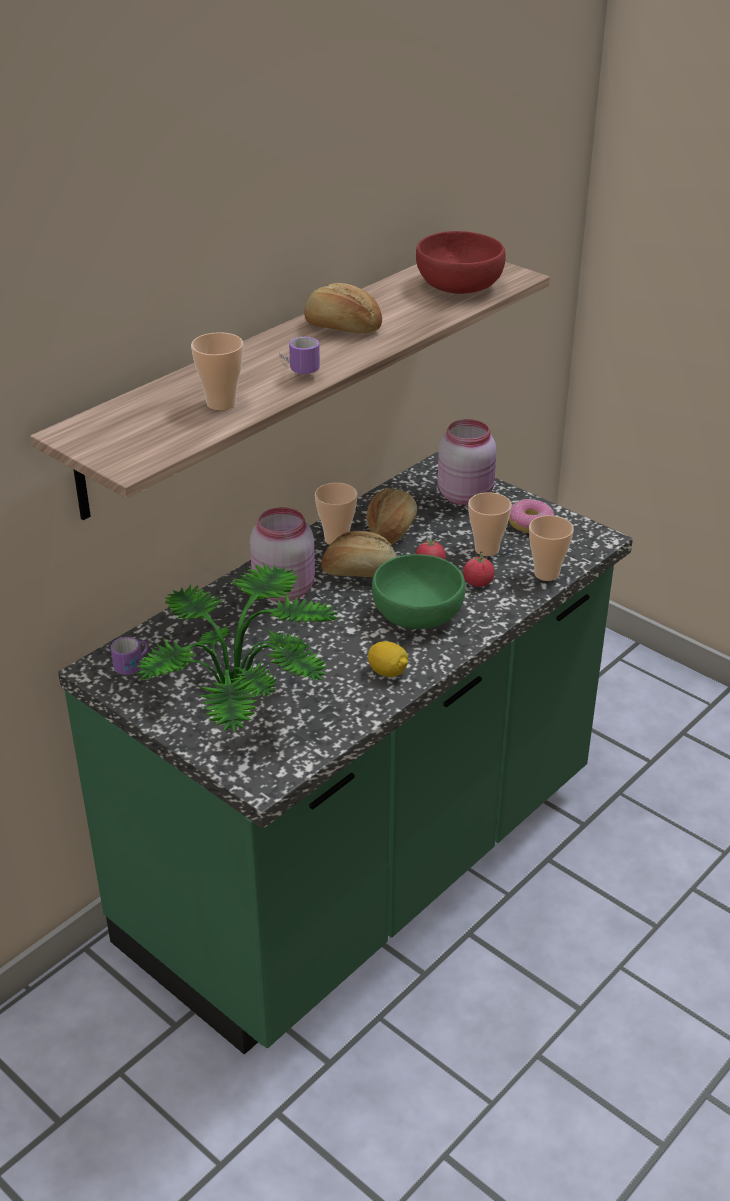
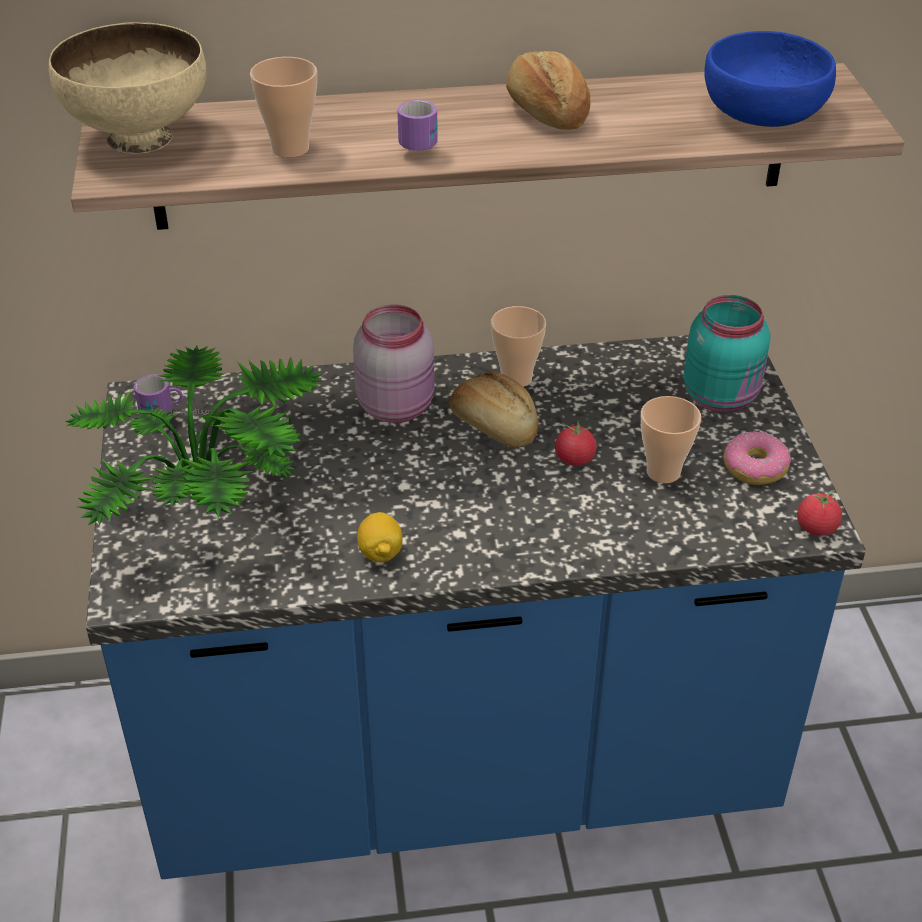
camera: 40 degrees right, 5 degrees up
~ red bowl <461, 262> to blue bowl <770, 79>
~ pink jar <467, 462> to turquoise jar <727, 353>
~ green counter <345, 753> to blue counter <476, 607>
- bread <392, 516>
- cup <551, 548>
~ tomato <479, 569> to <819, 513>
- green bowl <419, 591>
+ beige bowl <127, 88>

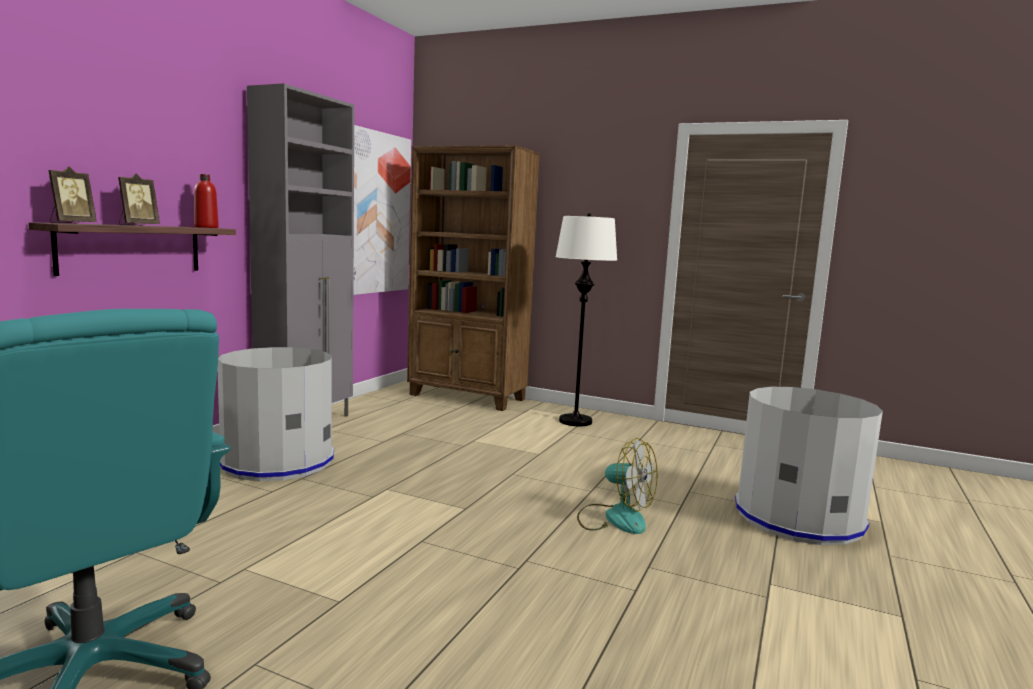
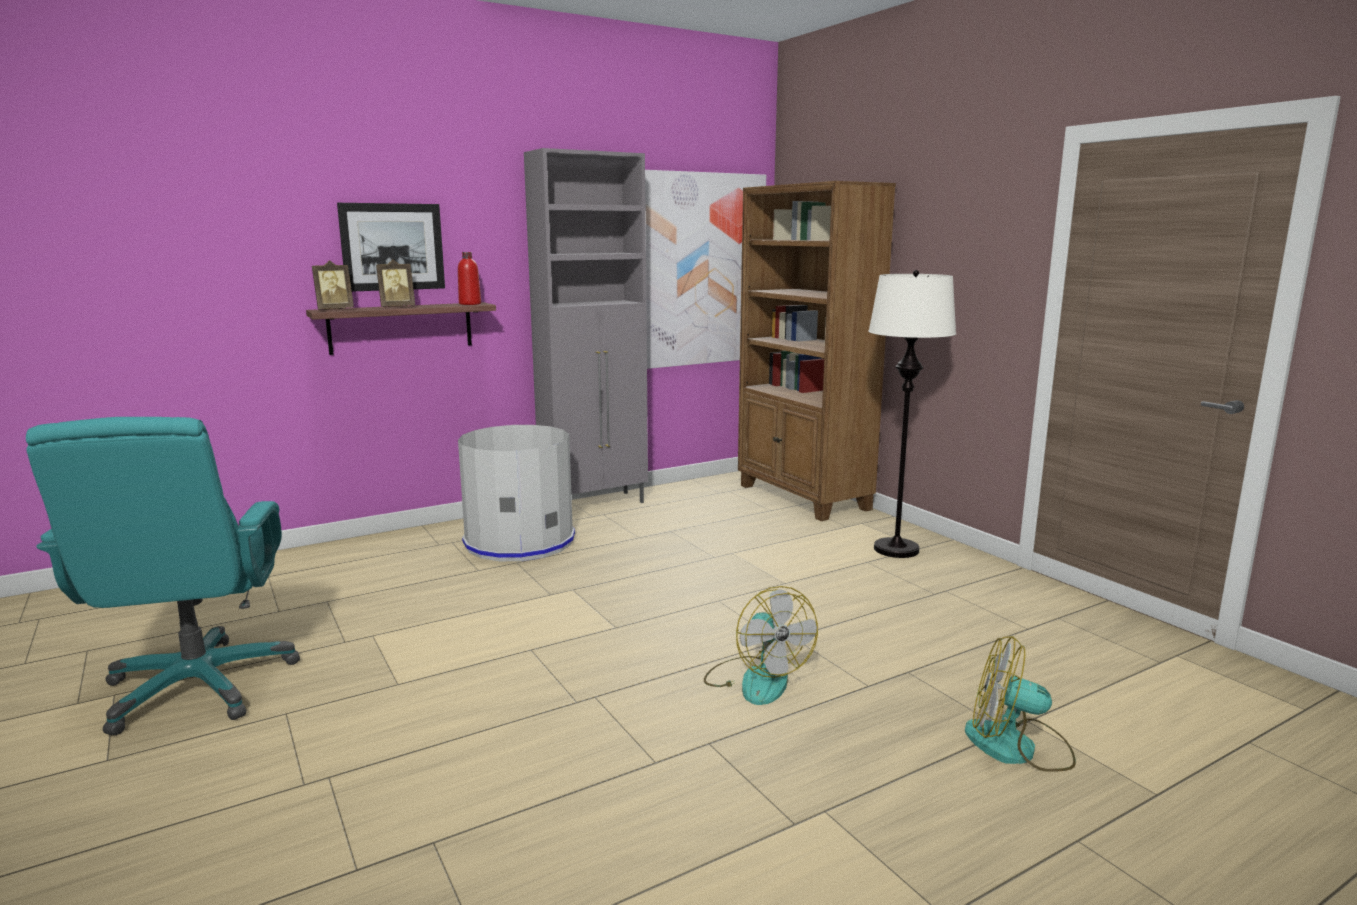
camera: 35 degrees right, 5 degrees up
~ grey trash can <809, 466> to fan <1020, 704>
+ picture <391, 247>

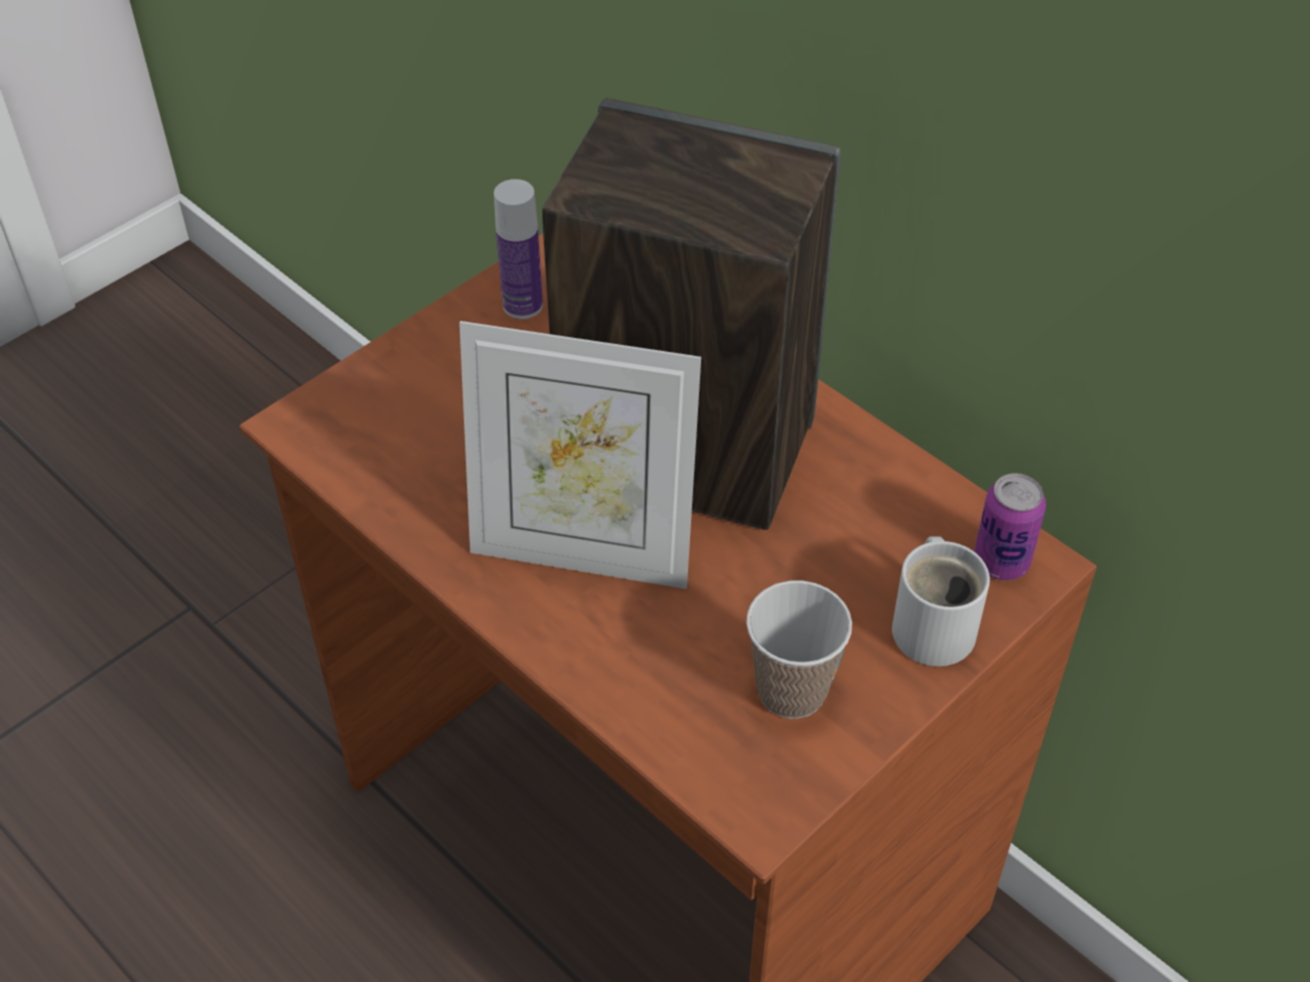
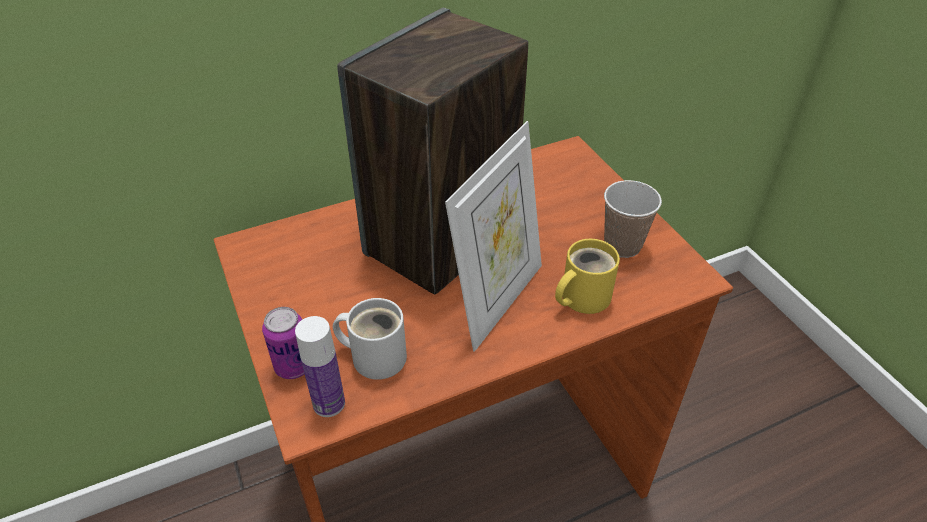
camera: 70 degrees left, 5 degrees down
~ bottle <518, 249> to <320, 366>
~ can <1010, 526> to <283, 343>
~ white mug <941, 601> to <370, 339>
+ yellow mug <587, 276>

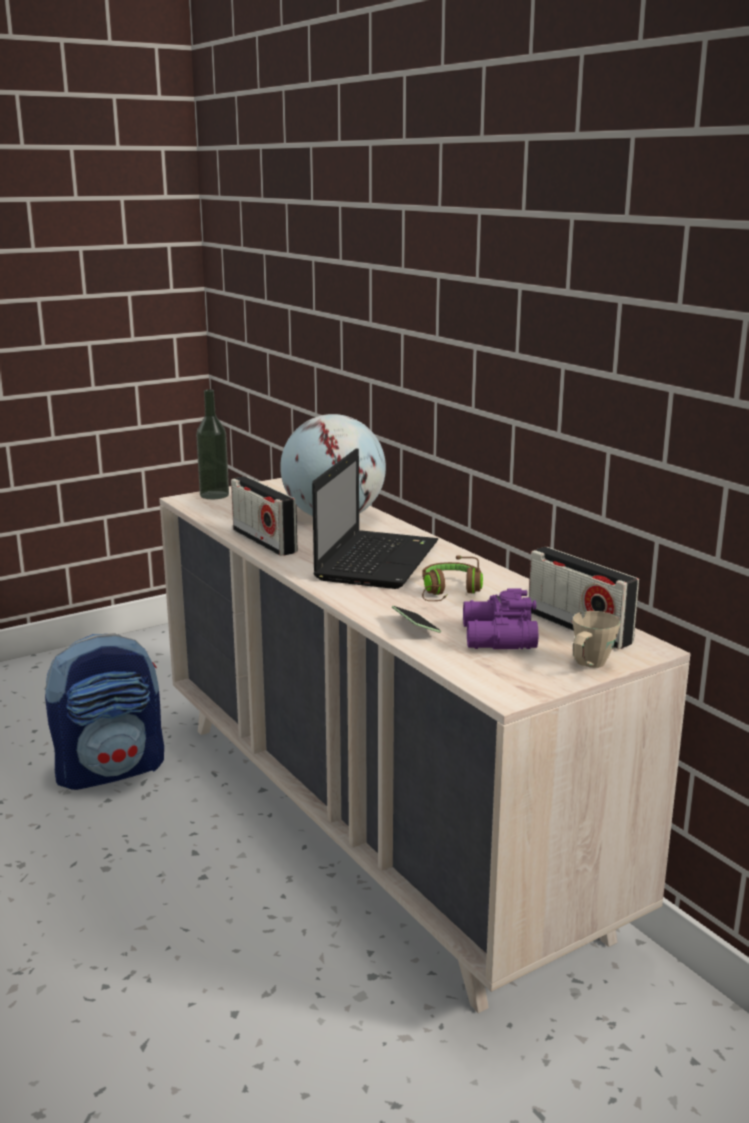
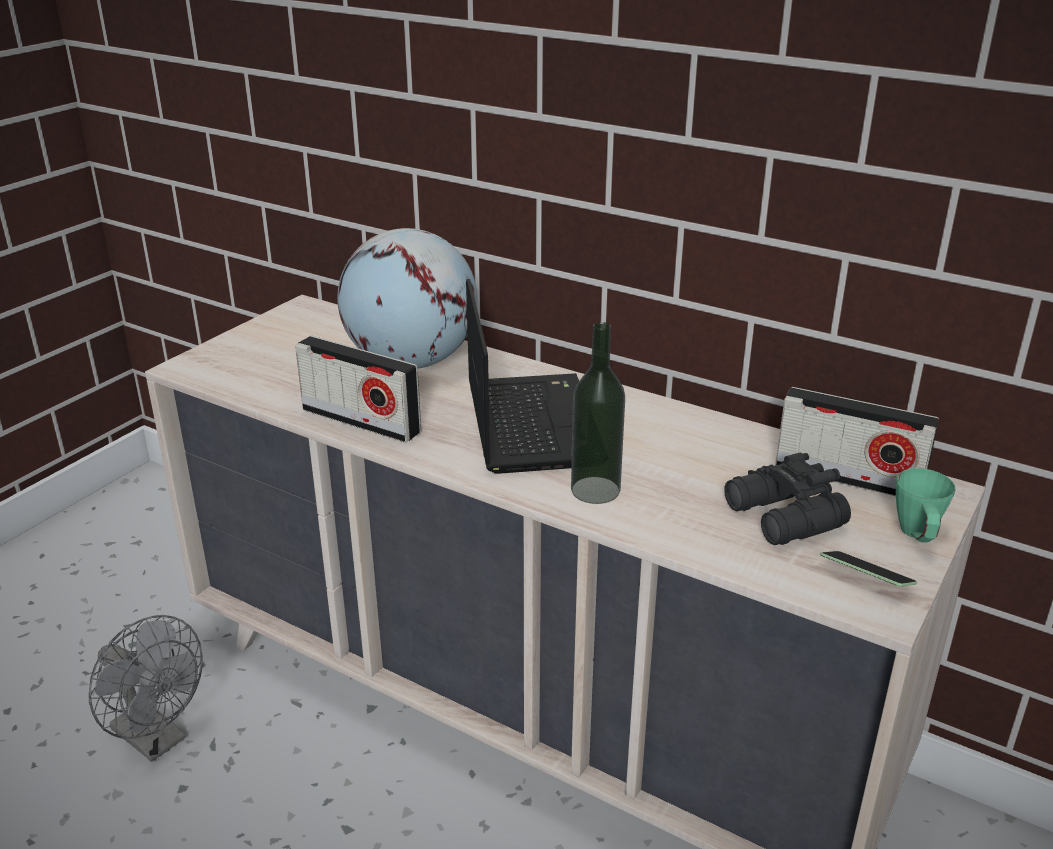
camera: 25 degrees left, 10 degrees up
~ bottle <212, 444> to <598, 413>
- brown headphones <452, 578>
~ purple binoculars <500, 618> to black binoculars <787, 498>
~ phone <416, 619> to <868, 569>
~ beige mug <596, 639> to green mug <925, 505>
~ backpack <104, 711> to grey fan <146, 688>

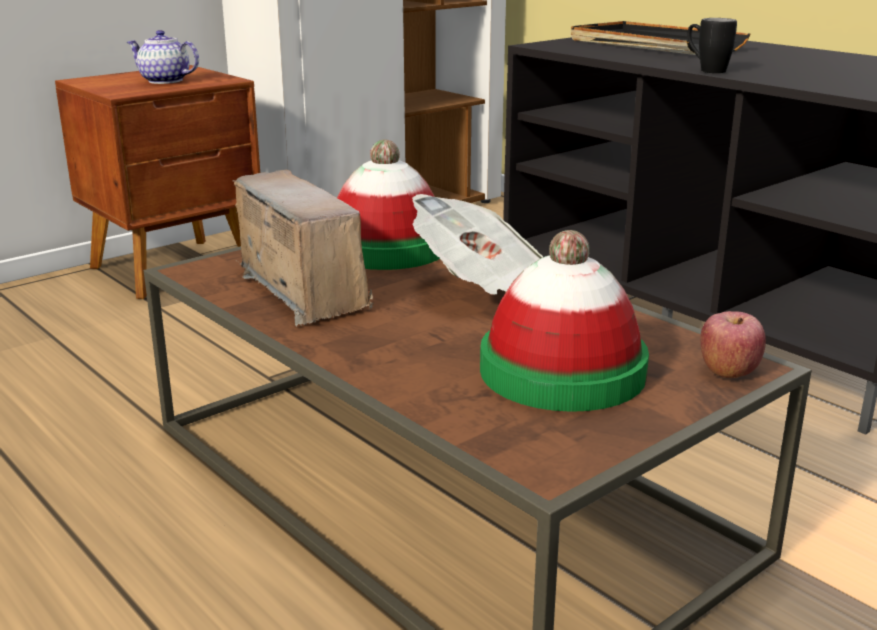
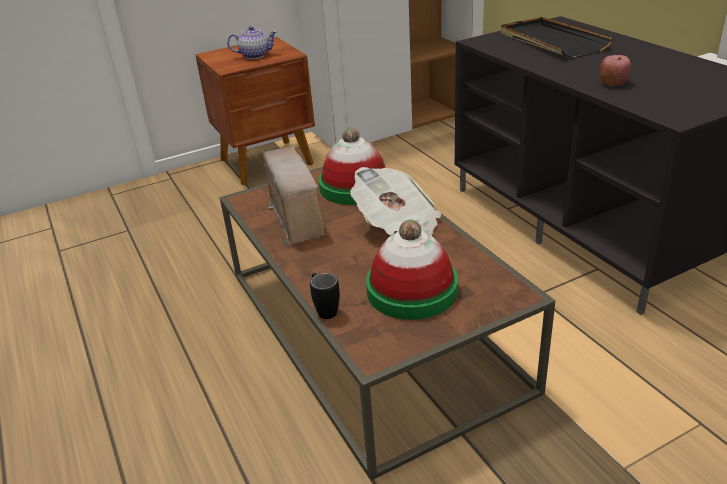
camera: 15 degrees right, 10 degrees up
~ black mug <712, 45> to <325, 296>
~ teapot <163, 57> = <252, 42> 135 degrees clockwise
~ apple <733, 344> to <615, 70>

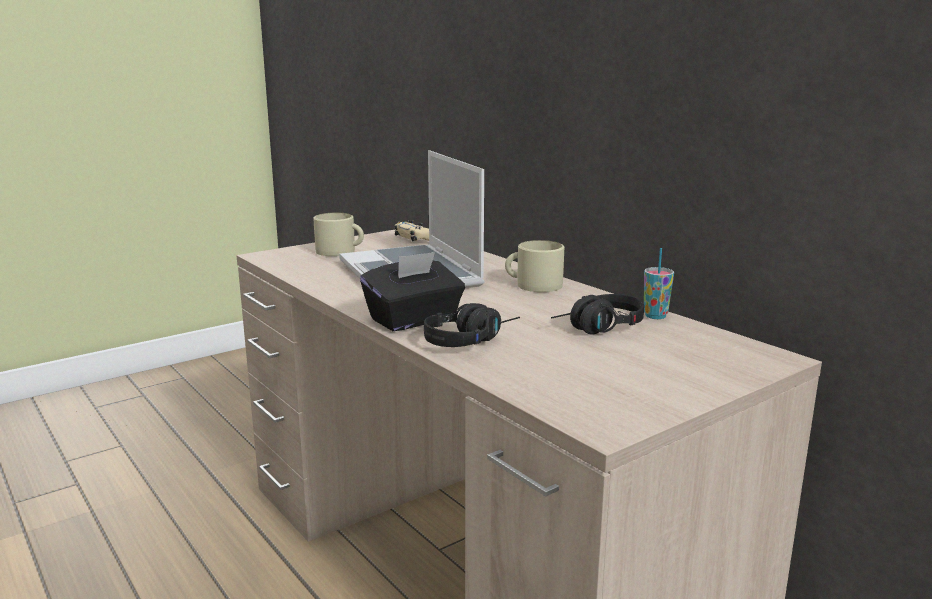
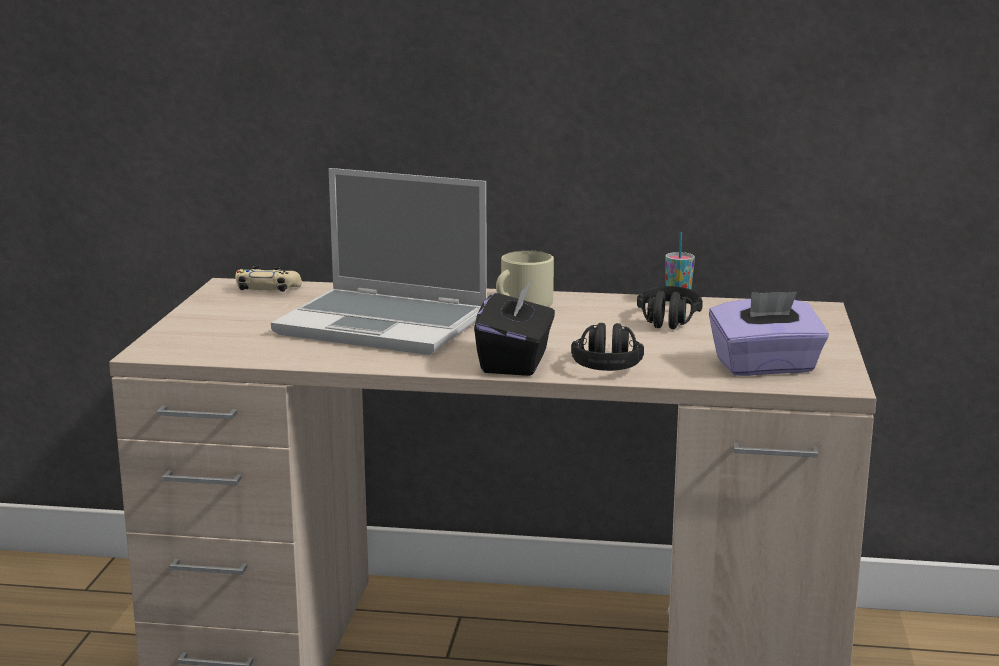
camera: 45 degrees left, 0 degrees up
- beige mug <338, 234>
+ purple tissue box <769, 334>

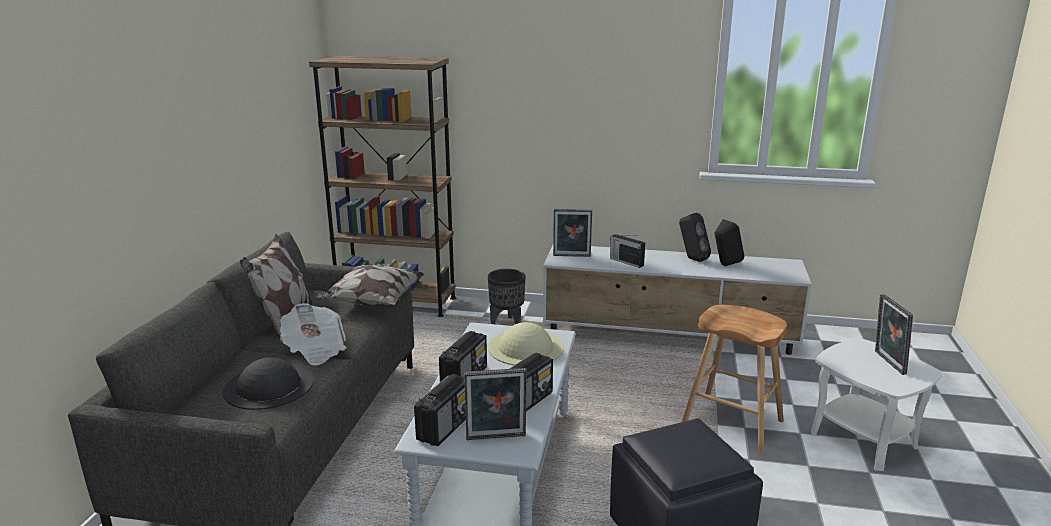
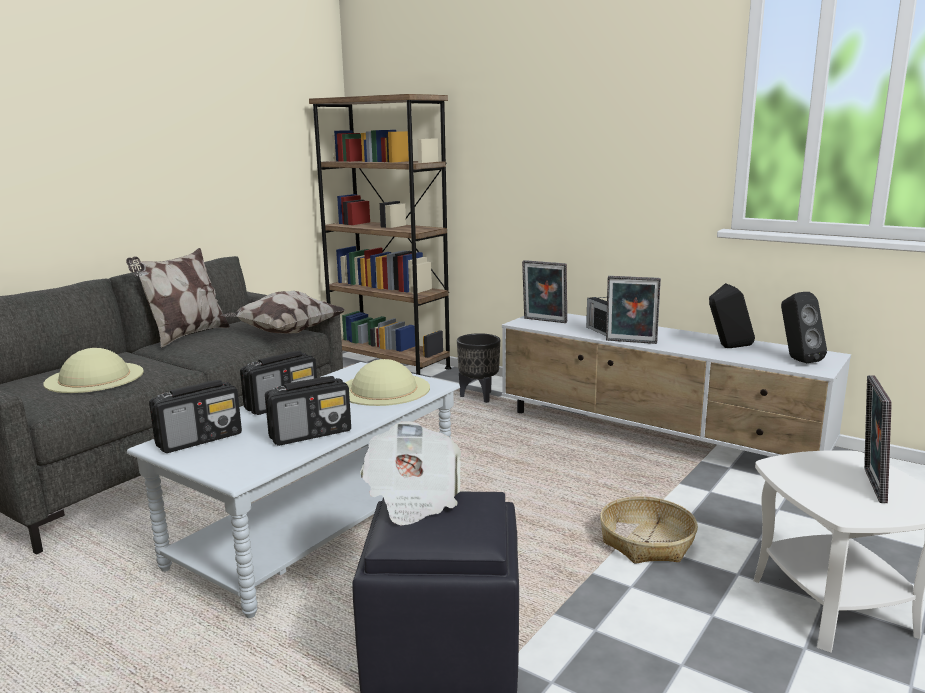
camera: 25 degrees right, 5 degrees down
~ black speaker <695, 237> to <804, 327>
~ newspaper <313, 334> to <410, 473>
~ brown stool <734, 379> to basket <649, 530>
~ black hat <268, 383> to beige hat <93, 370>
~ picture frame <495, 404> to <633, 310>

